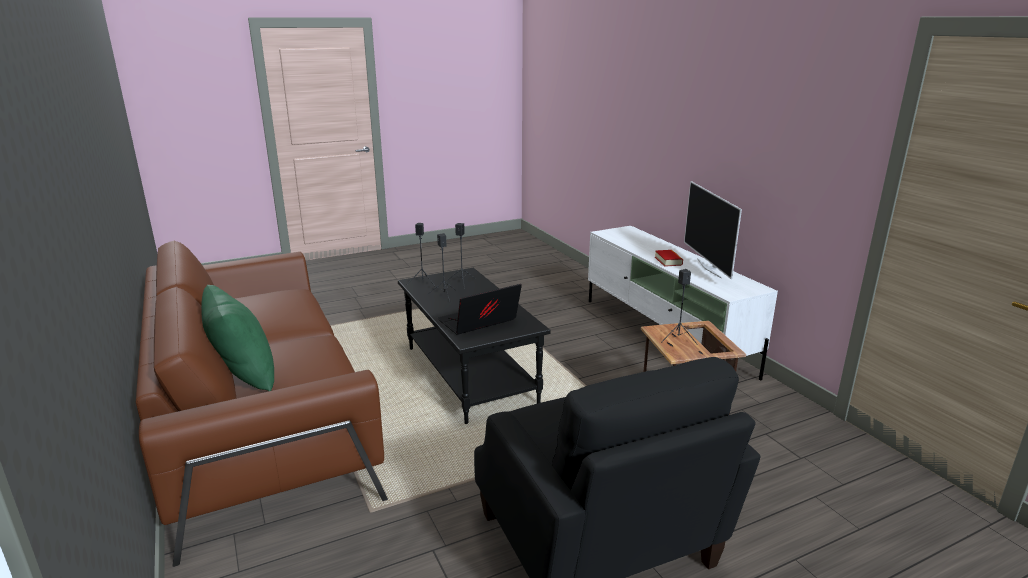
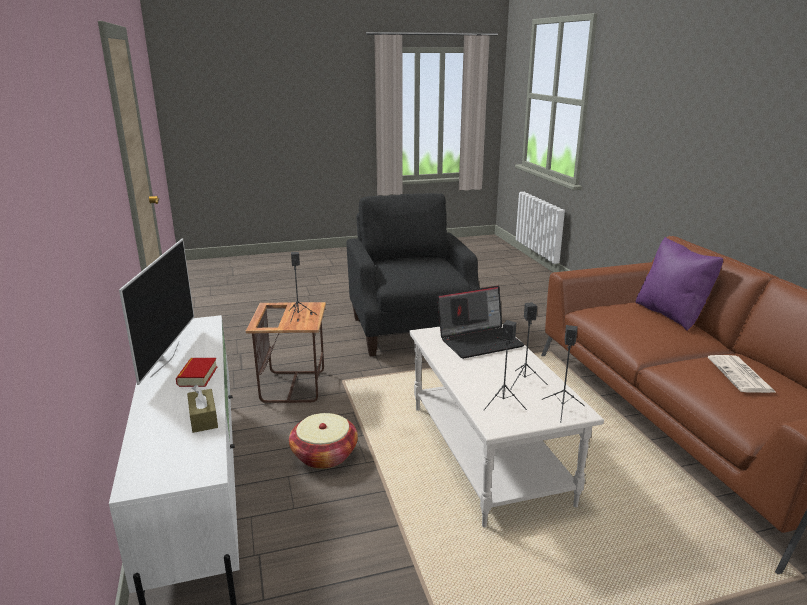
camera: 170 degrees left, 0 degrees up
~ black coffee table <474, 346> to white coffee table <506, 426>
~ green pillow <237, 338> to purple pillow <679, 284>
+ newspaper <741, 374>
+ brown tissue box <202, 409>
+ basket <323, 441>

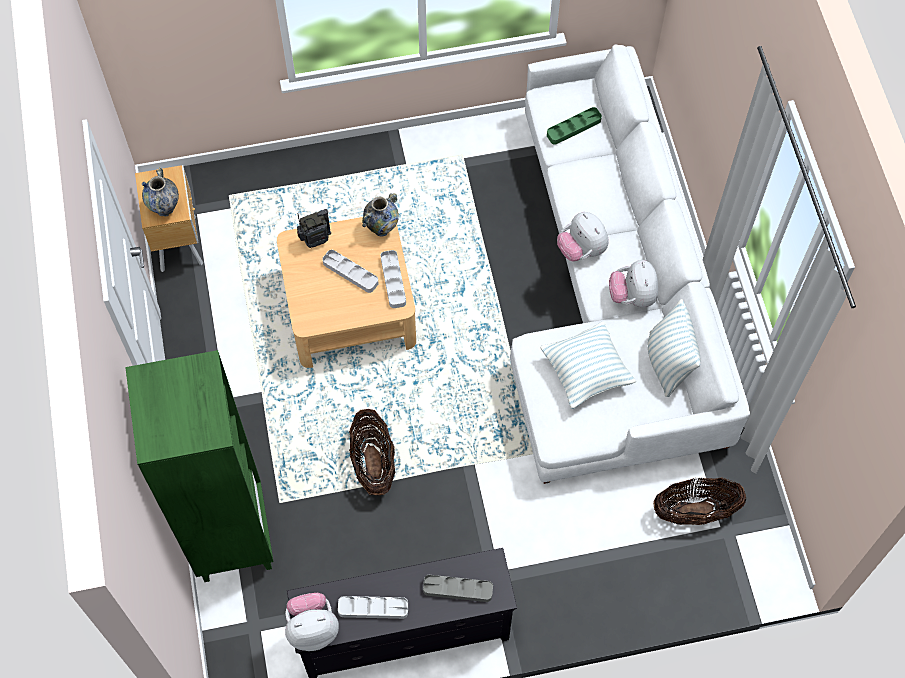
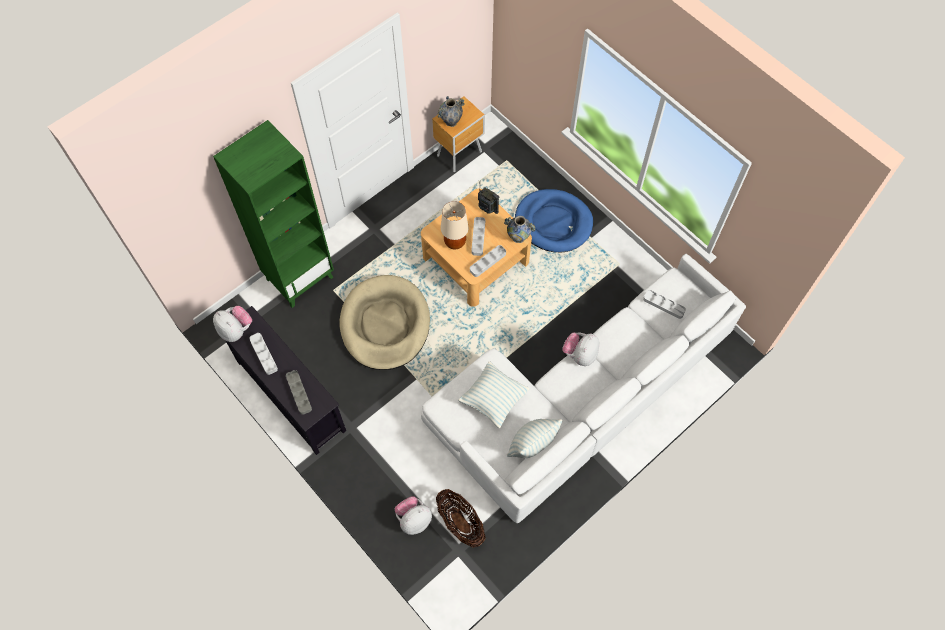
camera: 60 degrees right, 0 degrees up
~ green tray <574, 125> to grey tray <664, 304>
~ plush toy <633, 283> to <413, 515>
~ basket <372, 452> to beige dog bed <385, 322>
+ blue dog bed <554, 220>
+ beige table lamp <454, 225>

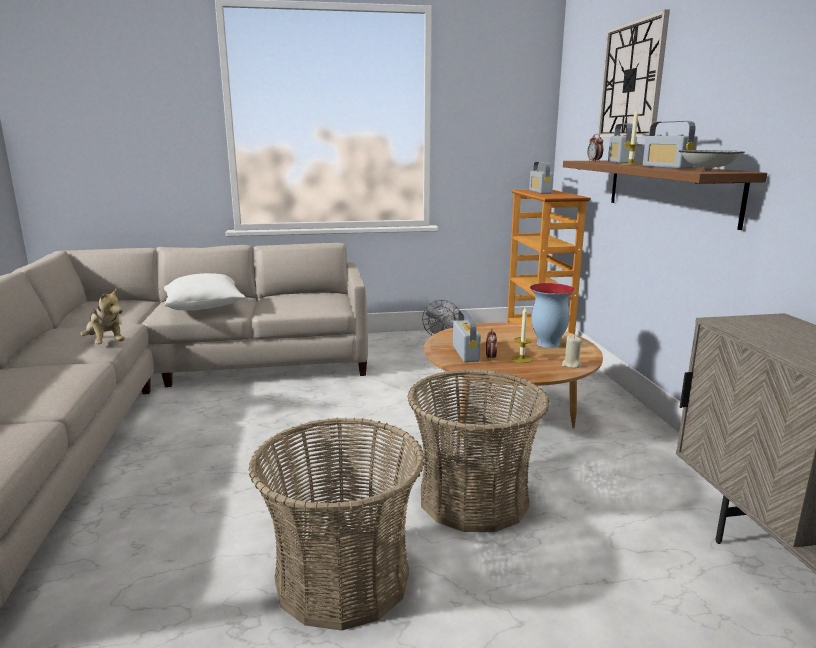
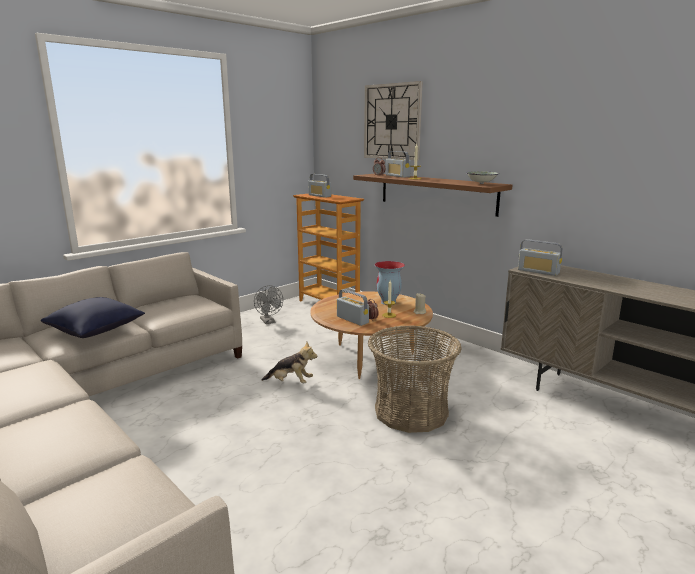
camera: 35 degrees left, 0 degrees up
~ radio <670, 145> to <540, 257>
~ white pillow <204, 291> to blue pillow <93, 317>
~ plush toy <102, 315> to <290, 362>
- basket <336, 524>

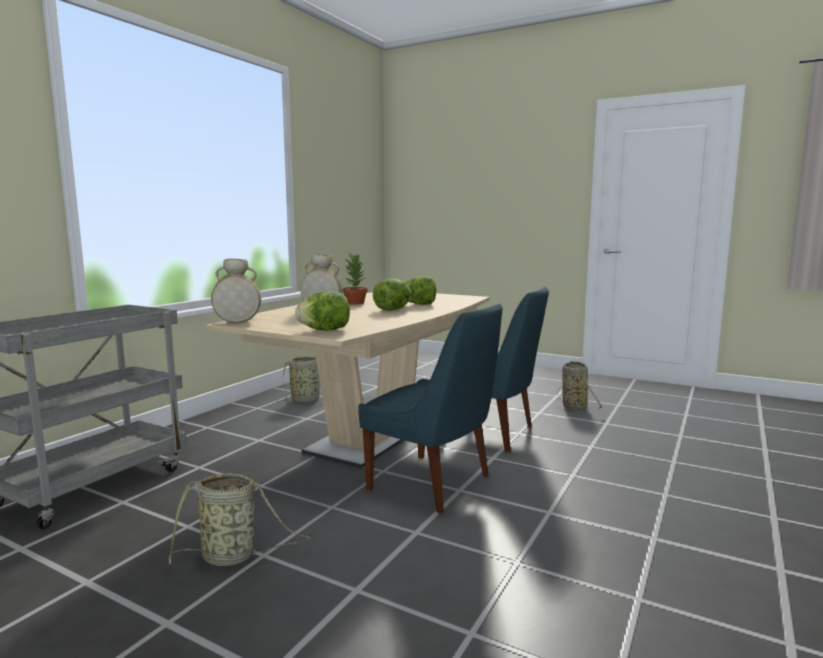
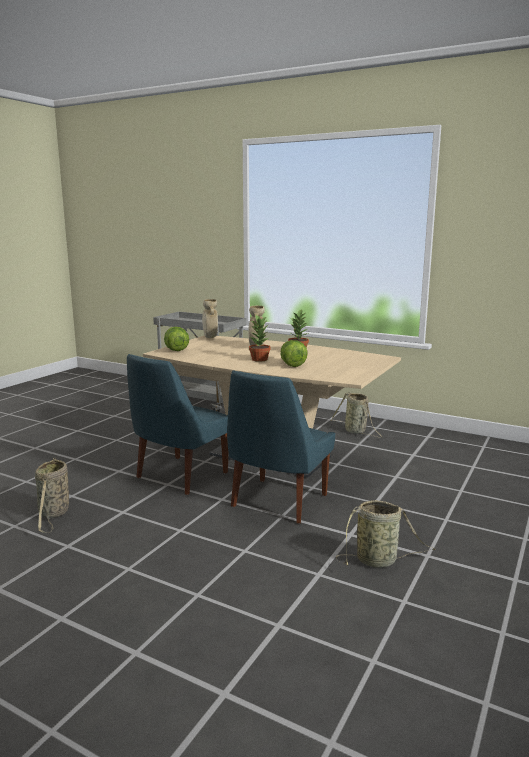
camera: 90 degrees right, 5 degrees up
~ lettuce <392, 294> to potted plant <260, 338>
~ basket <239, 519> to <52, 495>

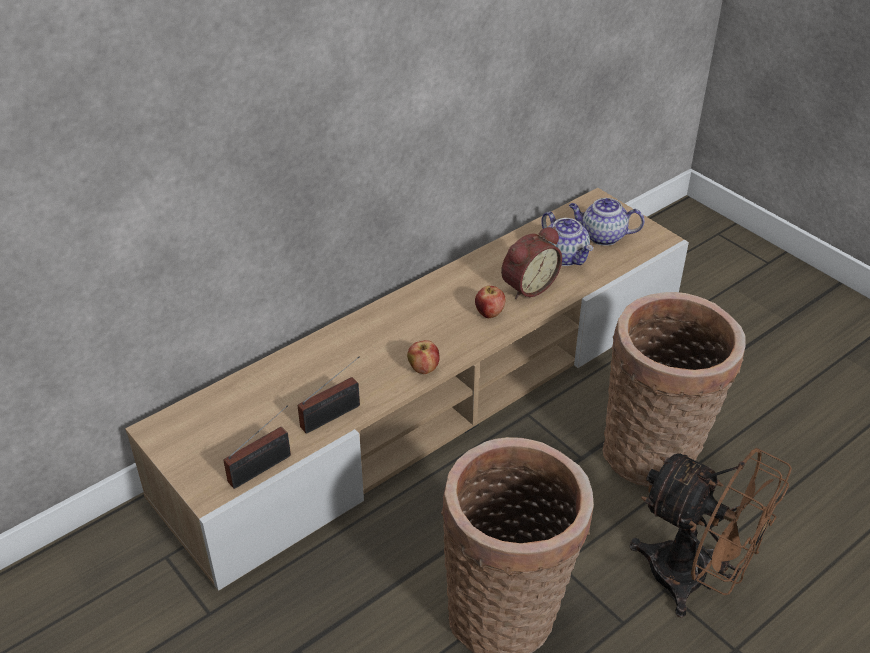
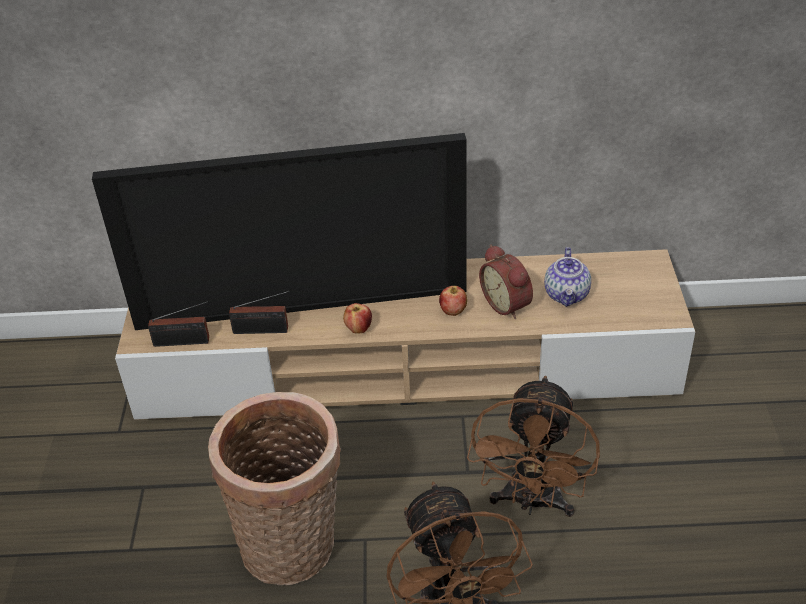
camera: 40 degrees right, 0 degrees up
- teapot <606, 222>
~ alarm clock <531, 263> = <506, 282> 60 degrees clockwise
~ basket <674, 389> to brown fan <533, 446>
+ television <279, 231>

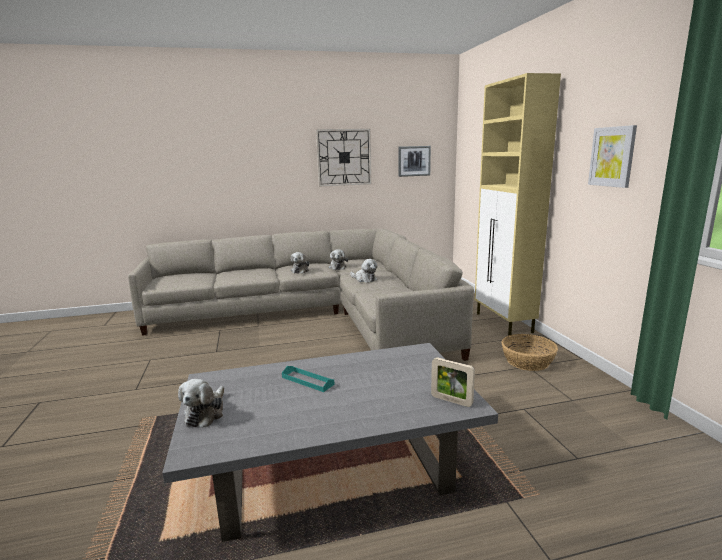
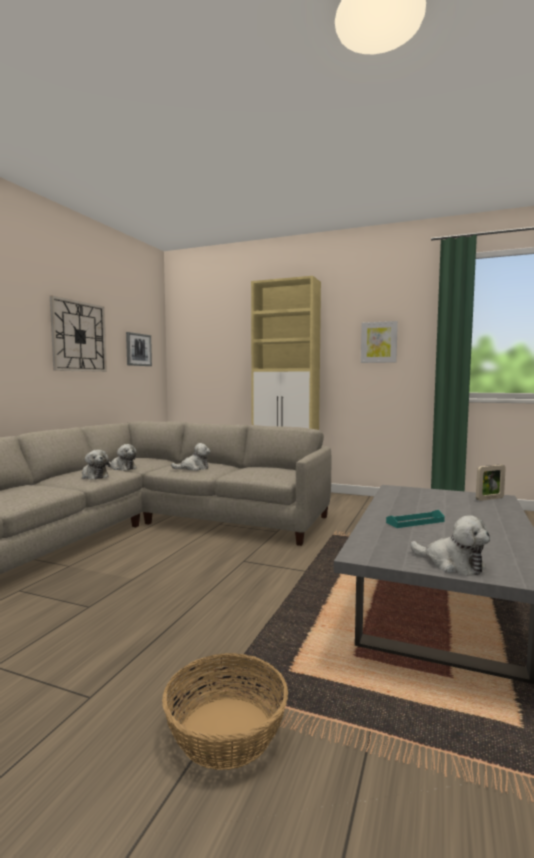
camera: 55 degrees left, 10 degrees down
~ basket <529, 352> to <225, 711>

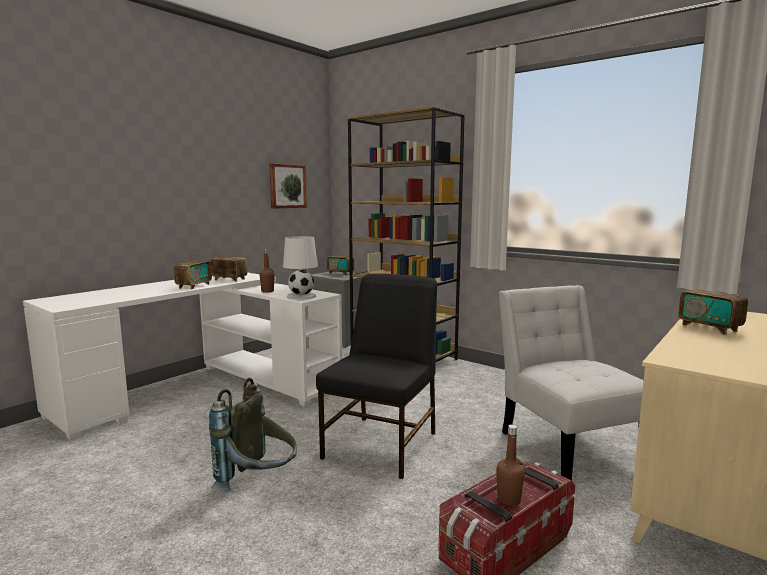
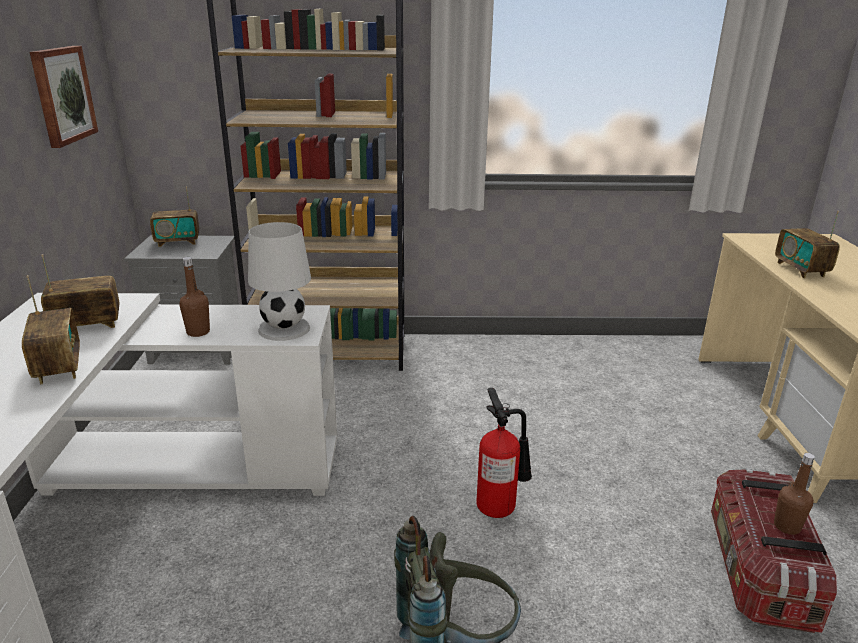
camera: 40 degrees left, 15 degrees up
~ radio <713, 301> = <807, 244> 60 degrees clockwise
~ black chair <376, 376> to fire extinguisher <504, 452>
- white chair <571, 383>

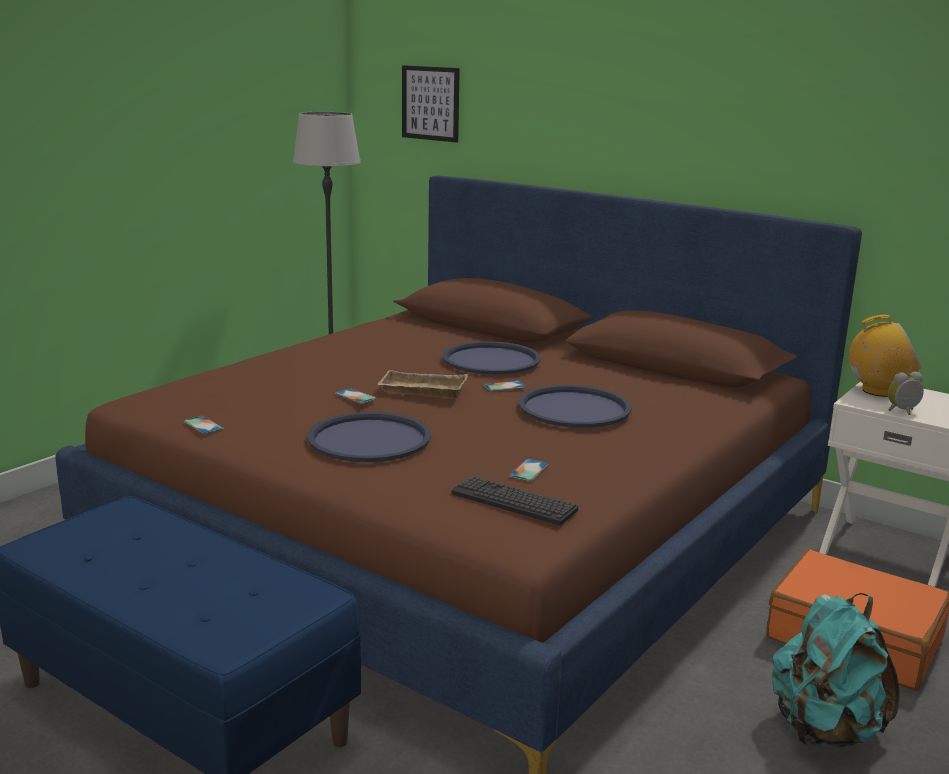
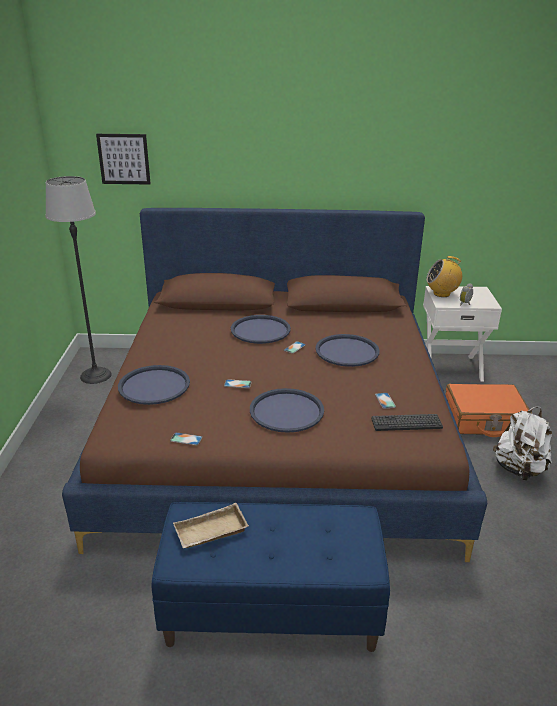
camera: 35 degrees left, 10 degrees up
~ radio <885, 356> = <444, 276> 150 degrees counterclockwise
~ beige tray <422, 384> to <211, 525>
~ turquoise backpack <836, 670> to white backpack <522, 444>
+ blue tray <154, 385>

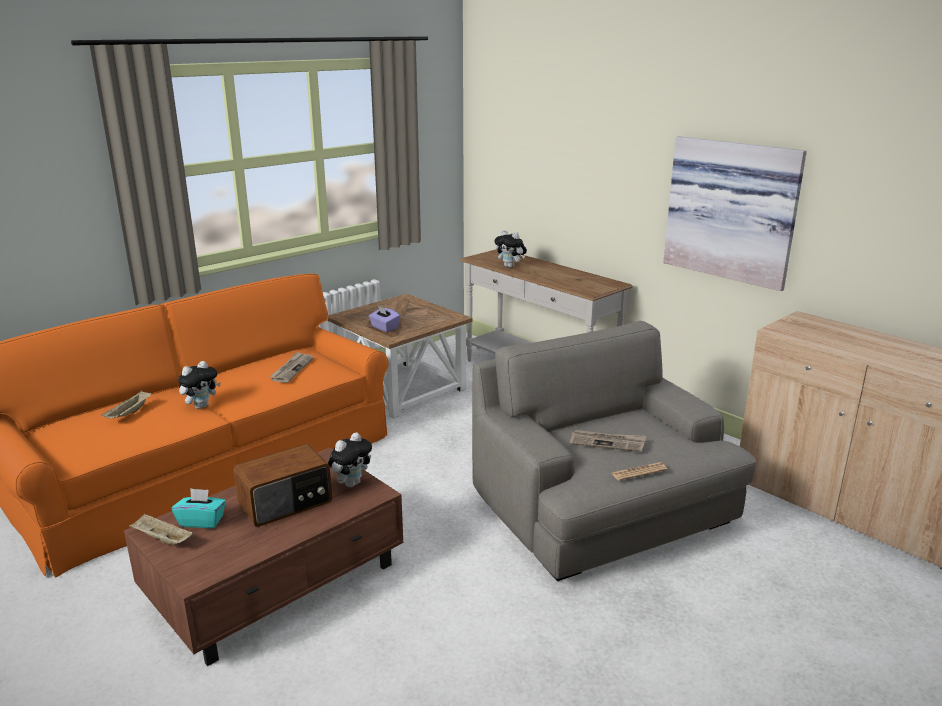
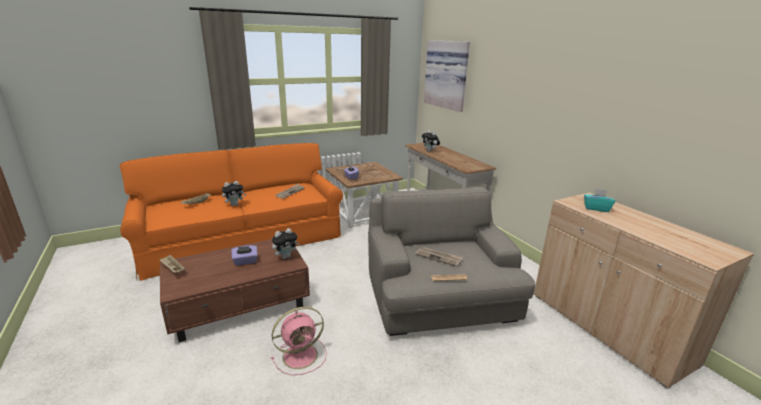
camera: 15 degrees right, 0 degrees up
~ picture <735, 213> to <447, 76>
~ radio <282, 485> to purple tissue box <244, 255>
~ turquoise tissue box <199, 508> to <599, 200>
+ pink fan <299, 341>

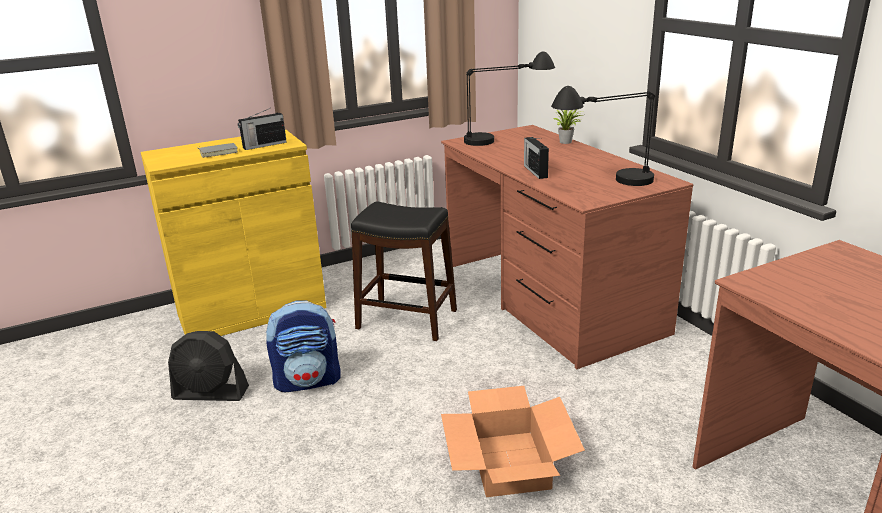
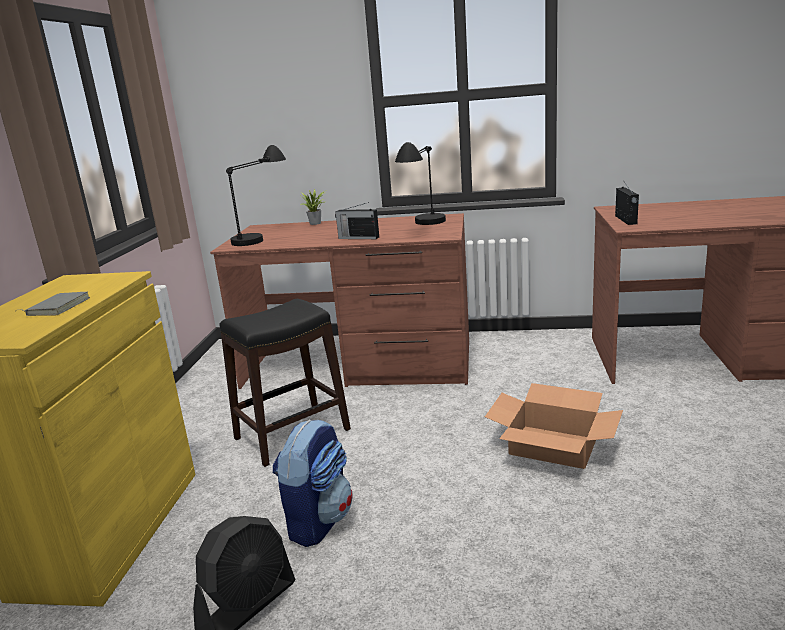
camera: 55 degrees left, 5 degrees down
~ radio <262, 129> to <627, 202>

